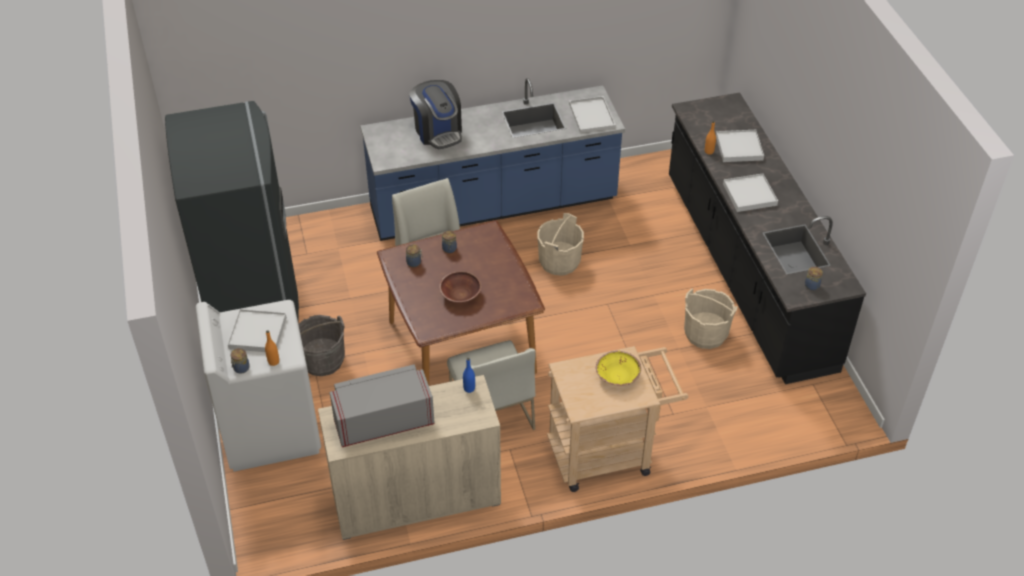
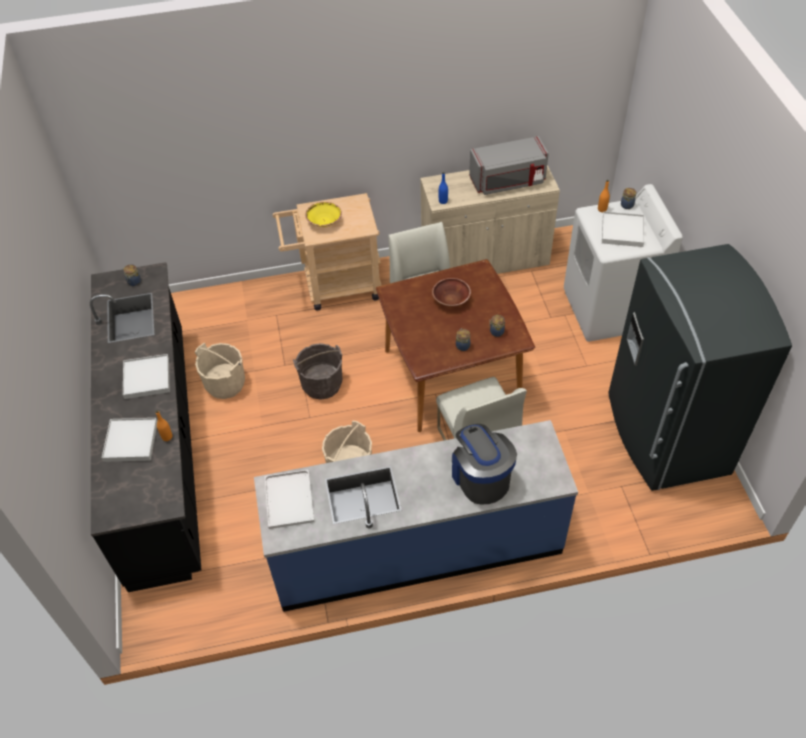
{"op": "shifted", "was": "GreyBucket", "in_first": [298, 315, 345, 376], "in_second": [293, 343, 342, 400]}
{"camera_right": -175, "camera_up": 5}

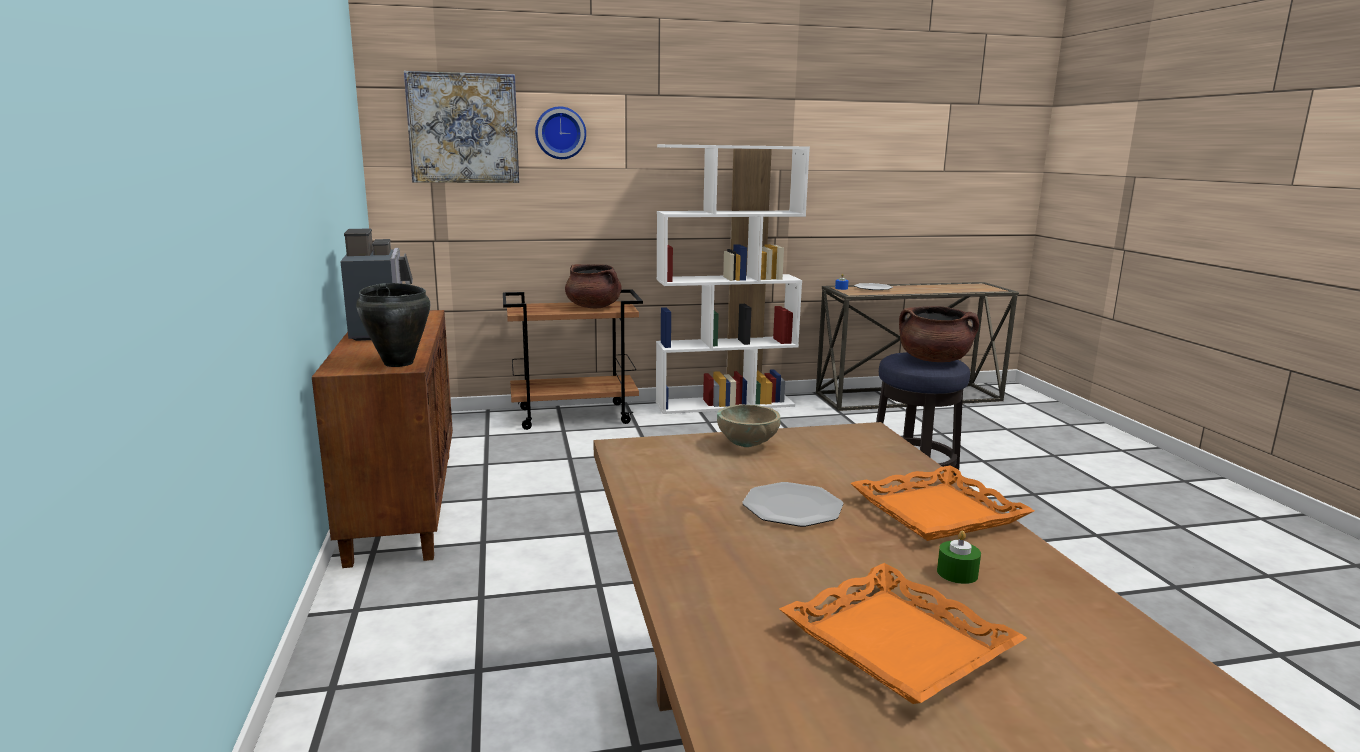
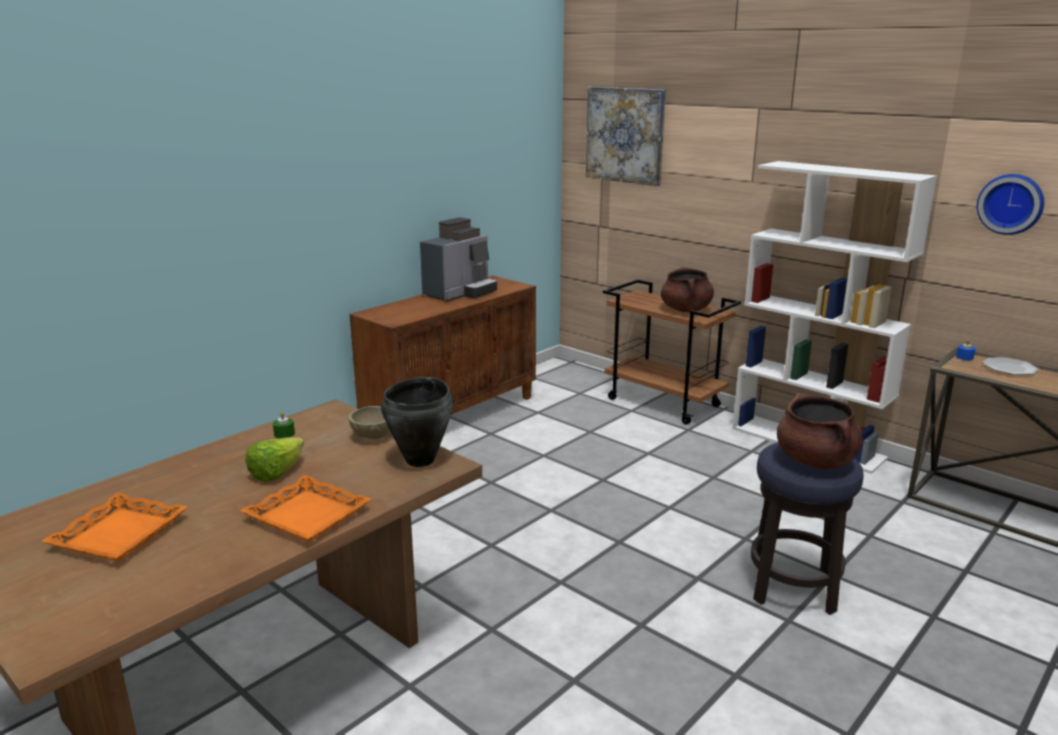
{"op": "shifted", "was": "BlackCookingPot", "in_first": [356, 283, 430, 367], "in_second": [381, 377, 453, 467]}
{"op": "shifted", "was": "WallClock", "in_first": [535, 106, 586, 159], "in_second": [977, 174, 1044, 235]}
{"op": "swapped", "was": "Plate", "now": "Lettuce", "in_first": [742, 482, 843, 527], "in_second": [245, 437, 304, 482]}
{"op": "shifted", "was": "GreenCandle", "in_first": [937, 531, 981, 584], "in_second": [273, 412, 295, 439]}
{"camera_right": 55, "camera_up": 5}

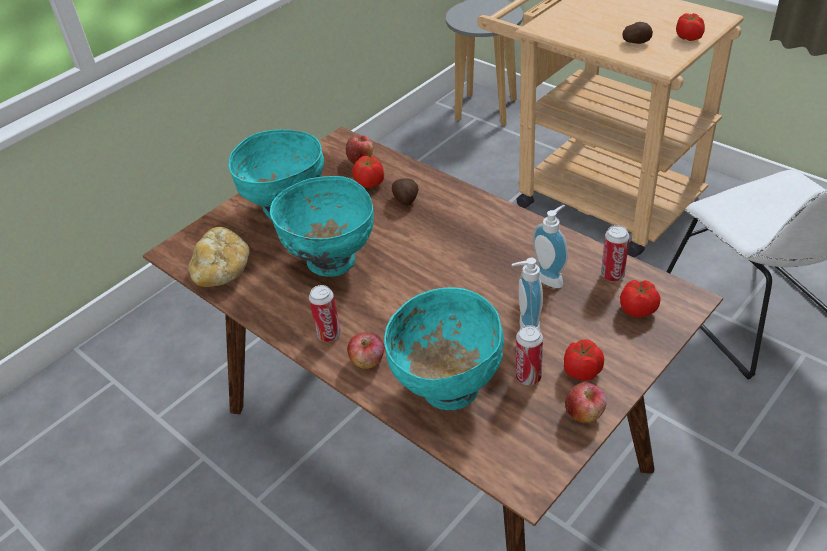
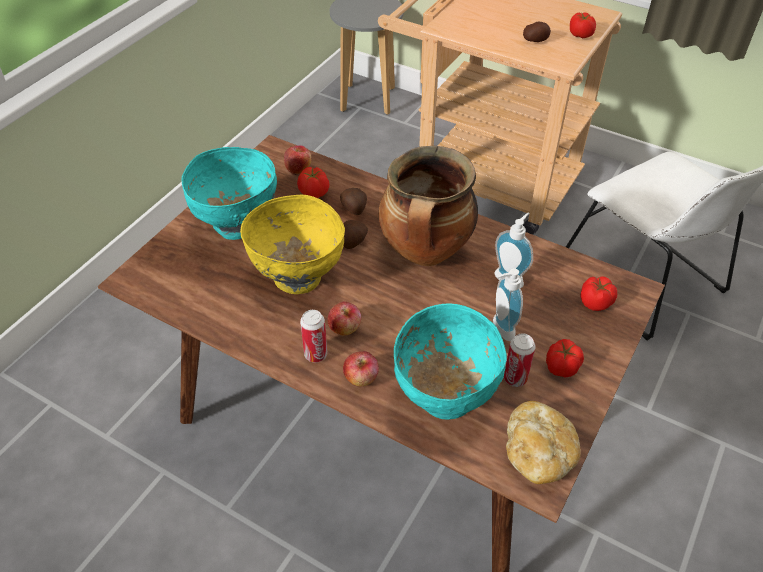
{"op": "shifted", "was": "Bread", "in_first": [188, 227, 250, 287], "in_second": [506, 401, 581, 484]}
{"op": "repainted", "was": "TurquoiseBowl", "now": "YellowBowl", "in_first": [270, 176, 374, 277], "in_second": [240, 195, 345, 294]}
{"op": "shifted", "was": "Apple", "in_first": [565, 382, 607, 423], "in_second": [327, 302, 361, 336]}
{"op": "gone", "was": "Can", "in_first": [601, 225, 630, 282]}
{"op": "new", "now": "Potato", "in_second": [343, 220, 368, 249]}
{"op": "new", "now": "CookingPot", "in_second": [379, 146, 478, 266]}
{"camera_right": -15, "camera_up": 5}

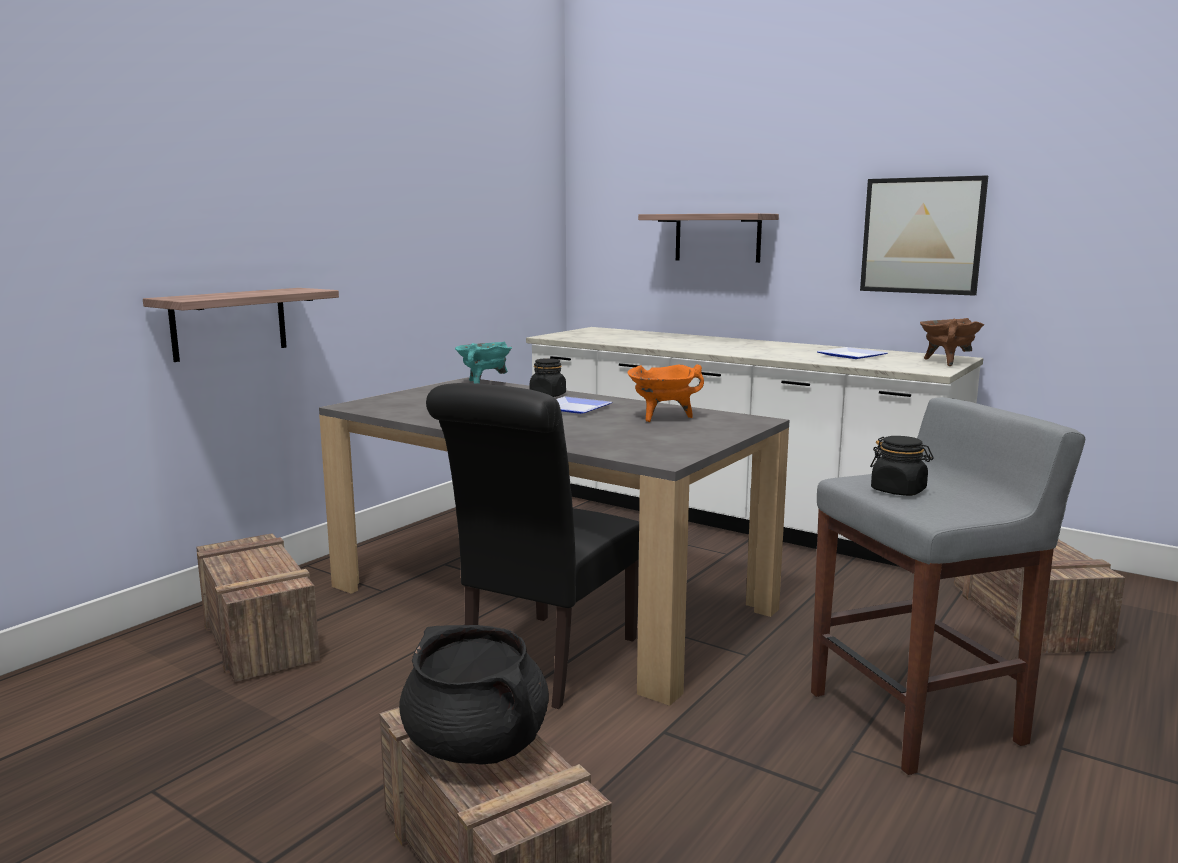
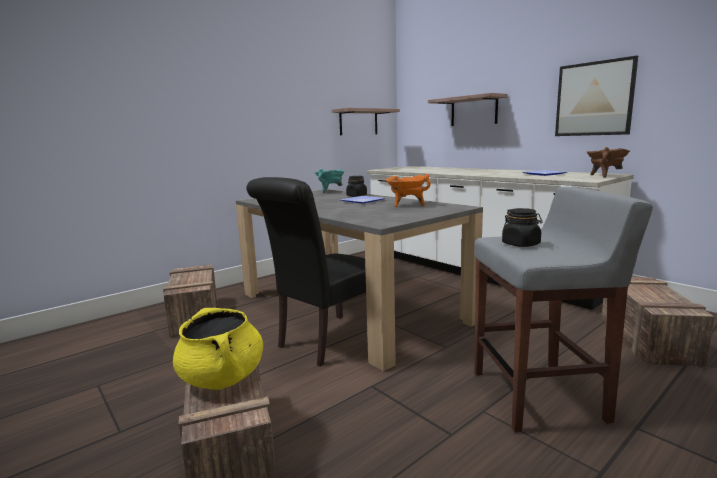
{"op": "shifted", "was": "Shelf", "in_first": [143, 288, 339, 362], "in_second": [332, 108, 400, 135]}
{"op": "repainted", "was": "BlackCookingPot", "now": "YellowCookingPot", "in_first": [399, 625, 549, 765], "in_second": [173, 308, 263, 390]}
{"camera_right": 15, "camera_up": 0}

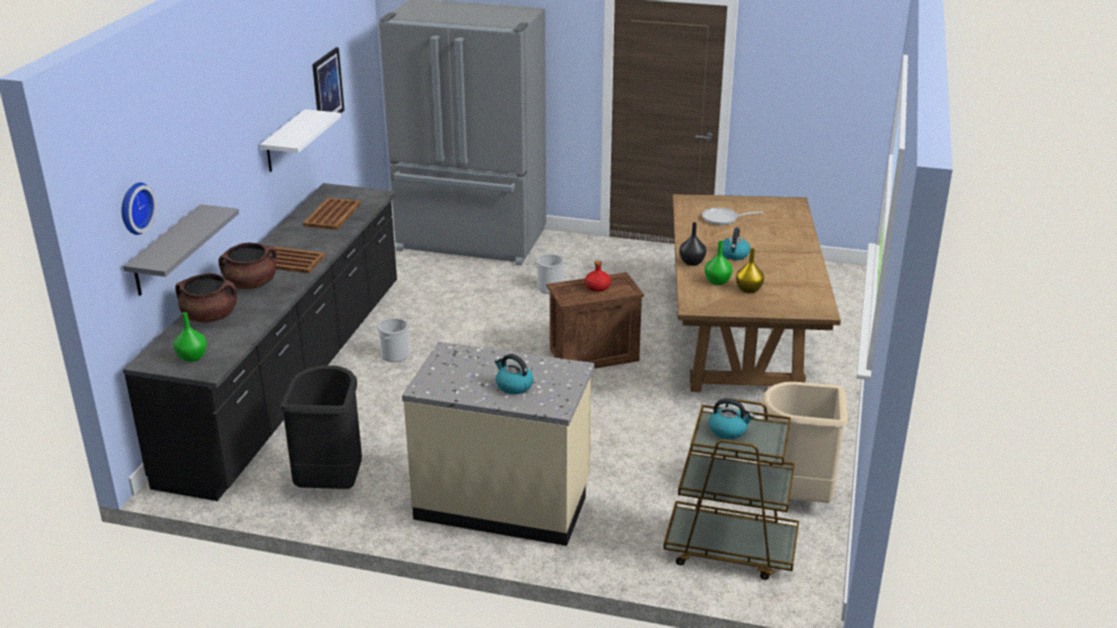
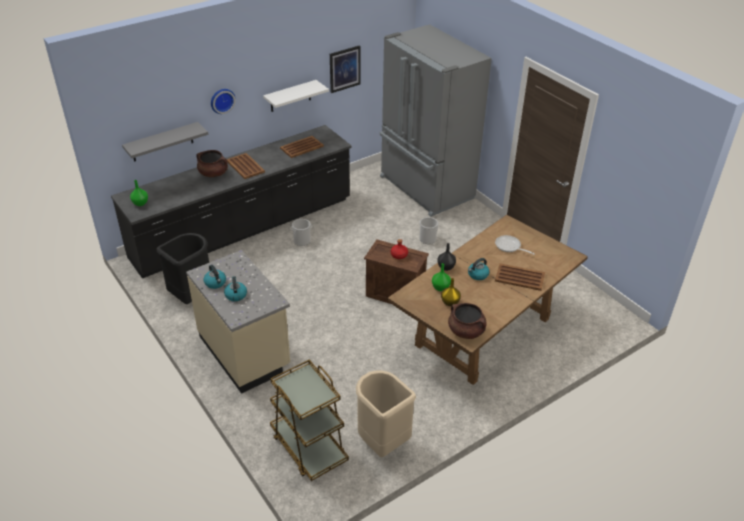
{"op": "shifted", "was": "WallClock", "in_first": [122, 182, 156, 235], "in_second": [211, 89, 236, 114]}
{"op": "shifted", "was": "BrownCookingPot", "in_first": [175, 273, 237, 323], "in_second": [448, 303, 487, 339]}
{"op": "shifted", "was": "Kettle", "in_first": [709, 398, 755, 439], "in_second": [204, 265, 226, 289]}
{"op": "new", "now": "BrownTray", "in_second": [495, 263, 545, 291]}
{"camera_right": 40, "camera_up": 10}

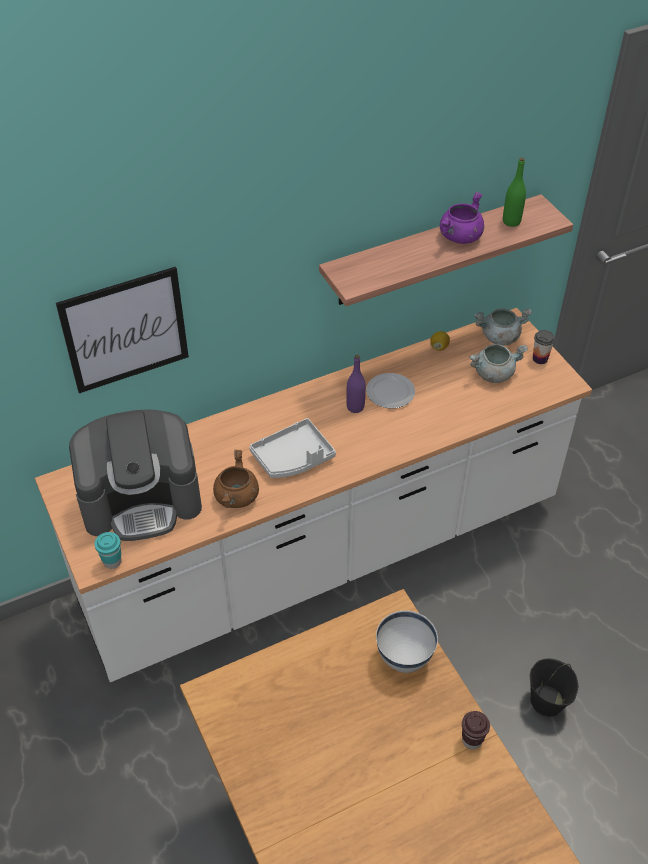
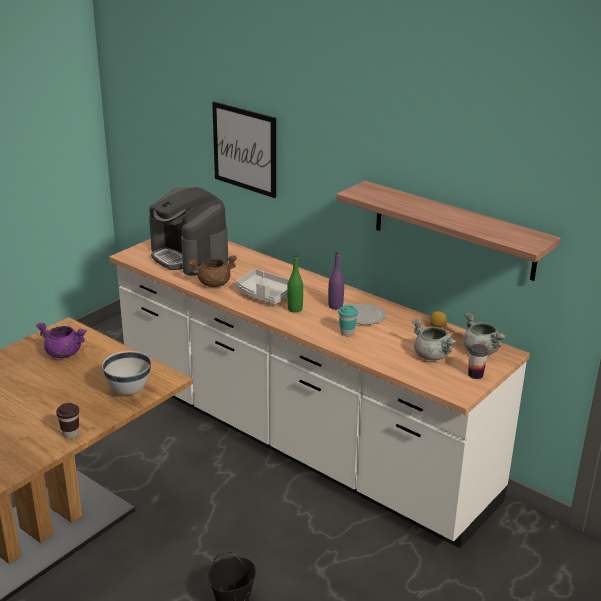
{"op": "shifted", "was": "TurquoiseCup", "in_first": [94, 532, 122, 569], "in_second": [338, 305, 358, 336]}
{"op": "shifted", "was": "PurpleCookingPot", "in_first": [440, 192, 484, 244], "in_second": [36, 323, 86, 358]}
{"op": "shifted", "was": "GreenBottle", "in_first": [503, 157, 526, 227], "in_second": [287, 255, 303, 313]}
{"camera_right": 65, "camera_up": -20}

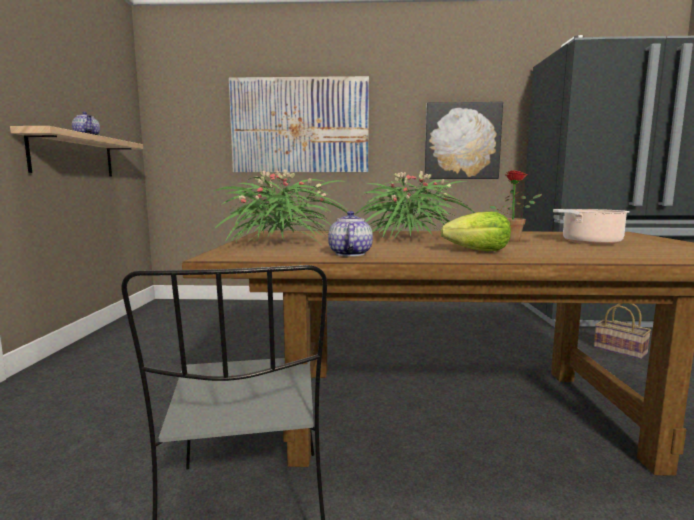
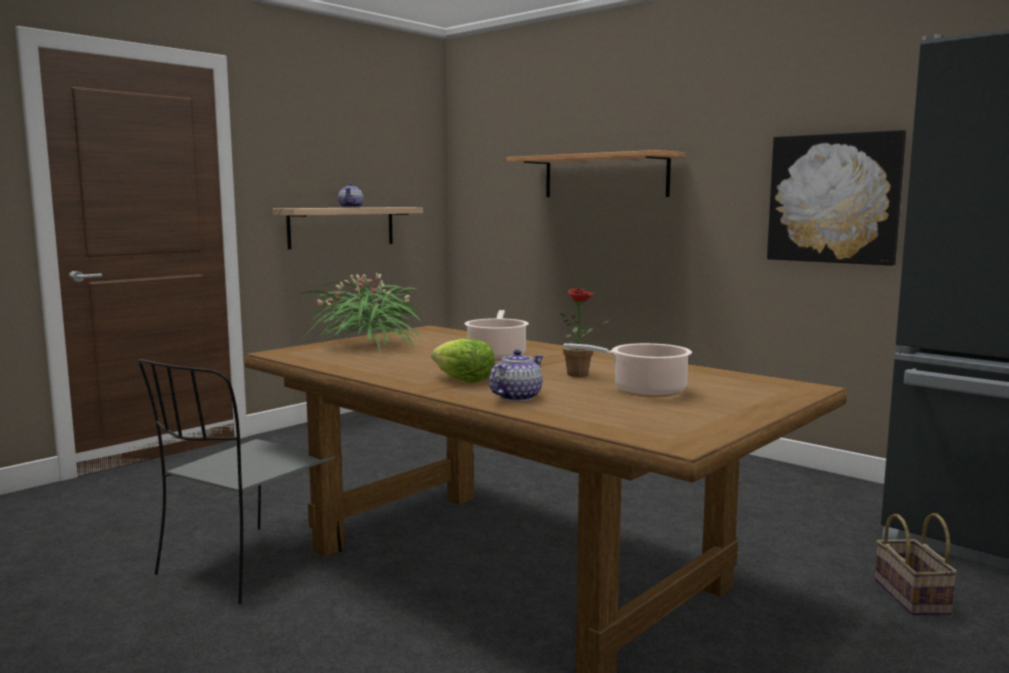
{"op": "swapped", "was": "Picture", "now": "Shelf", "in_first": [229, 76, 369, 172], "in_second": [507, 150, 685, 197]}
{"op": "shifted", "was": "Teapot", "in_first": [328, 211, 373, 256], "in_second": [489, 349, 543, 402]}
{"op": "swapped", "was": "PottedPlant", "now": "CookingPot", "in_first": [355, 171, 475, 239], "in_second": [465, 310, 529, 361]}
{"camera_right": 40, "camera_up": 0}

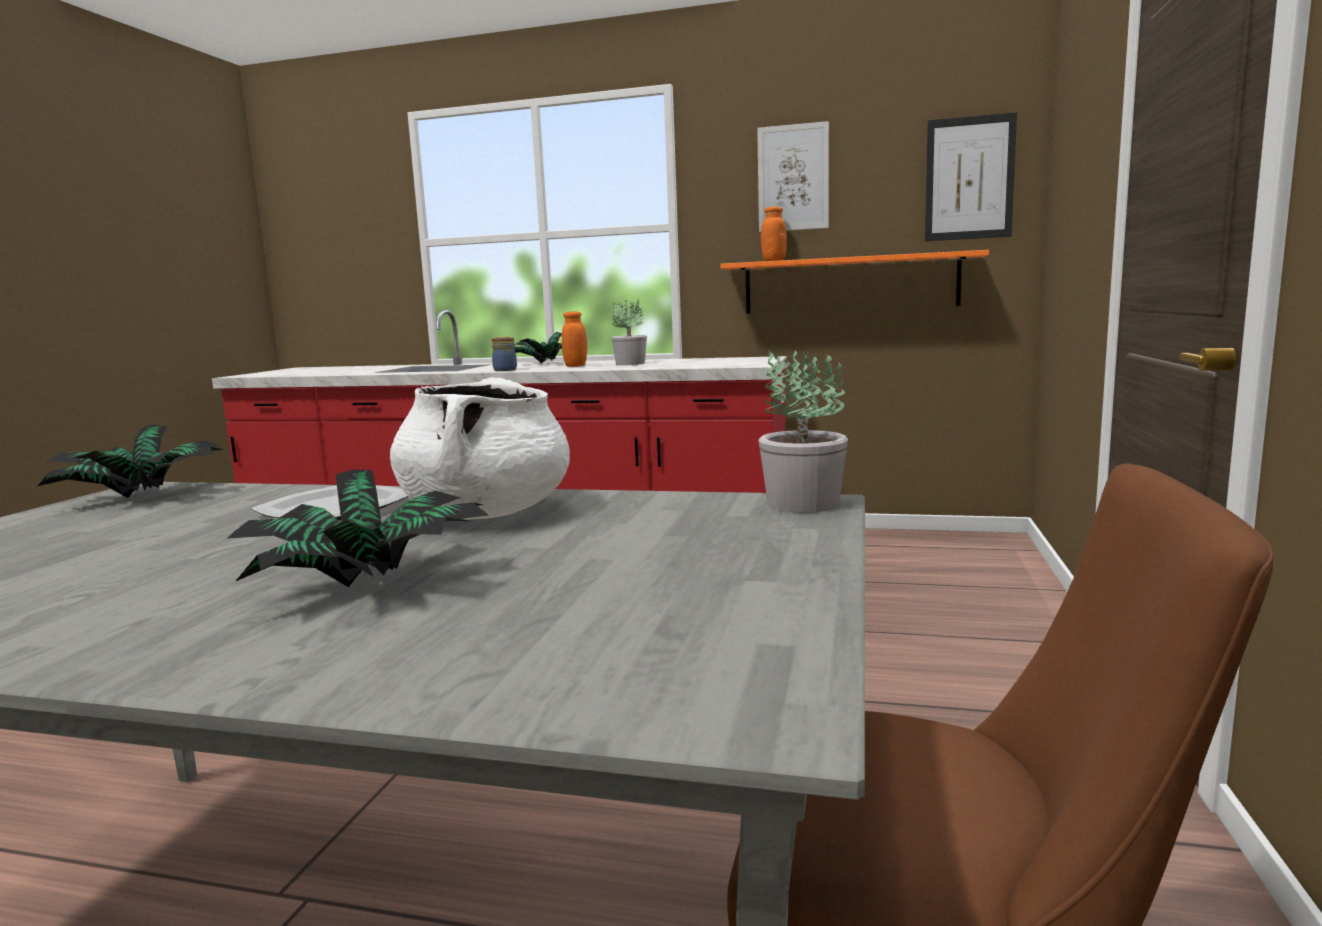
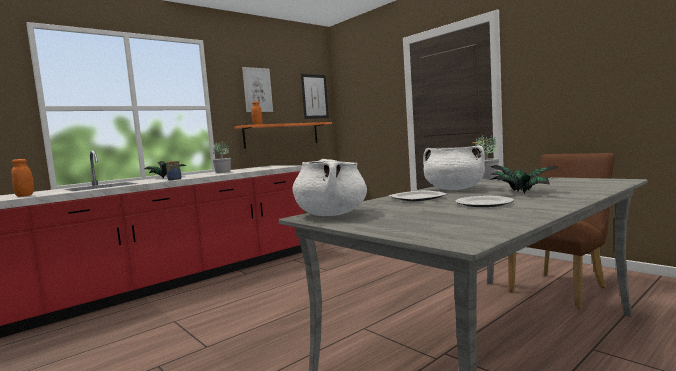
{"op": "swapped", "was": "PottedPlant", "now": "WhiteCookingPot", "in_first": [38, 425, 224, 498], "in_second": [292, 159, 367, 216]}
{"op": "shifted", "was": "OrangeJar", "in_first": [562, 311, 587, 367], "in_second": [11, 159, 34, 197]}
{"op": "new", "now": "Plate", "in_second": [456, 196, 514, 207]}
{"camera_right": -55, "camera_up": -5}

